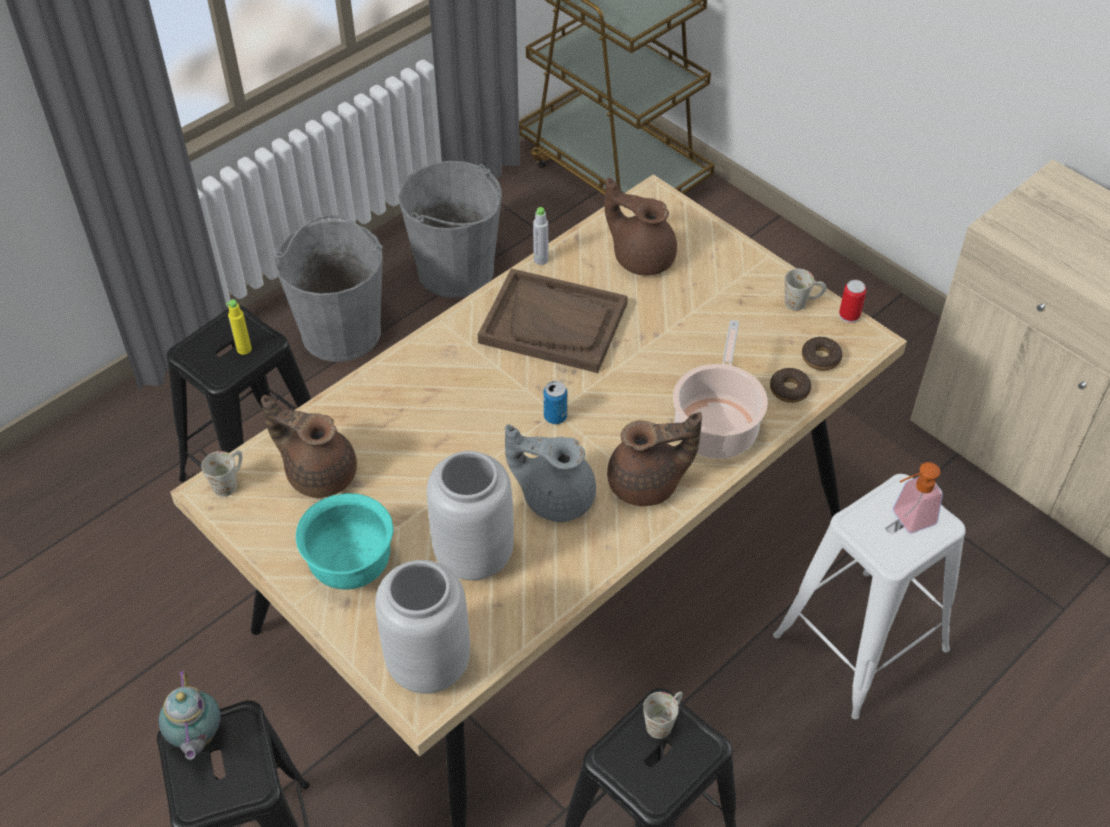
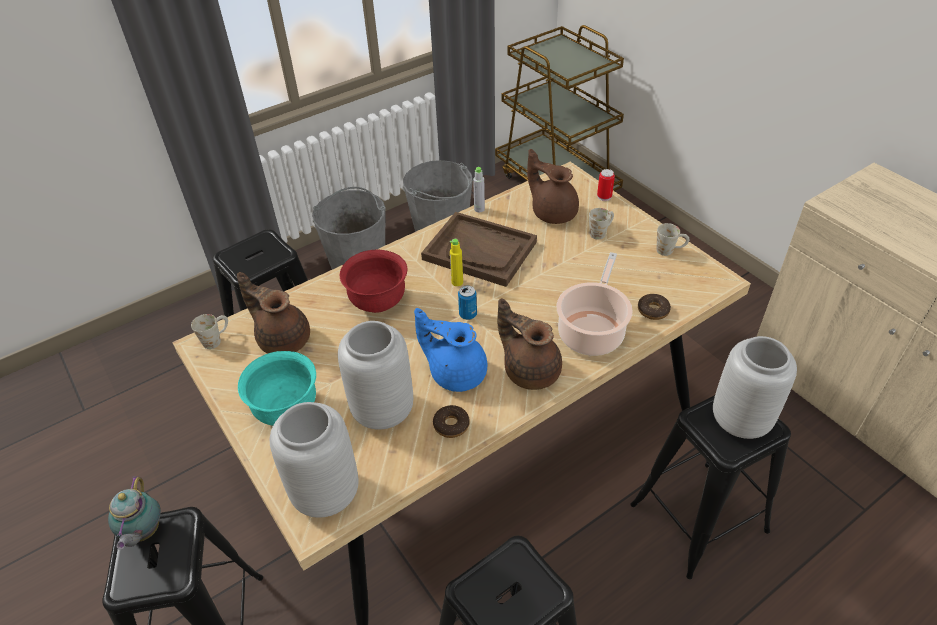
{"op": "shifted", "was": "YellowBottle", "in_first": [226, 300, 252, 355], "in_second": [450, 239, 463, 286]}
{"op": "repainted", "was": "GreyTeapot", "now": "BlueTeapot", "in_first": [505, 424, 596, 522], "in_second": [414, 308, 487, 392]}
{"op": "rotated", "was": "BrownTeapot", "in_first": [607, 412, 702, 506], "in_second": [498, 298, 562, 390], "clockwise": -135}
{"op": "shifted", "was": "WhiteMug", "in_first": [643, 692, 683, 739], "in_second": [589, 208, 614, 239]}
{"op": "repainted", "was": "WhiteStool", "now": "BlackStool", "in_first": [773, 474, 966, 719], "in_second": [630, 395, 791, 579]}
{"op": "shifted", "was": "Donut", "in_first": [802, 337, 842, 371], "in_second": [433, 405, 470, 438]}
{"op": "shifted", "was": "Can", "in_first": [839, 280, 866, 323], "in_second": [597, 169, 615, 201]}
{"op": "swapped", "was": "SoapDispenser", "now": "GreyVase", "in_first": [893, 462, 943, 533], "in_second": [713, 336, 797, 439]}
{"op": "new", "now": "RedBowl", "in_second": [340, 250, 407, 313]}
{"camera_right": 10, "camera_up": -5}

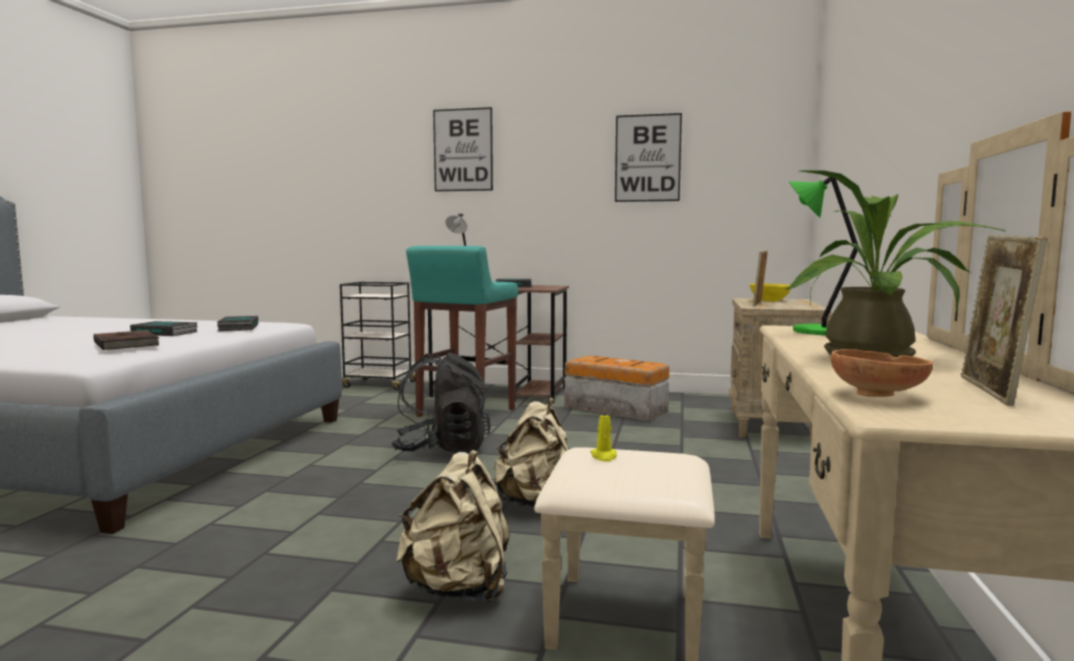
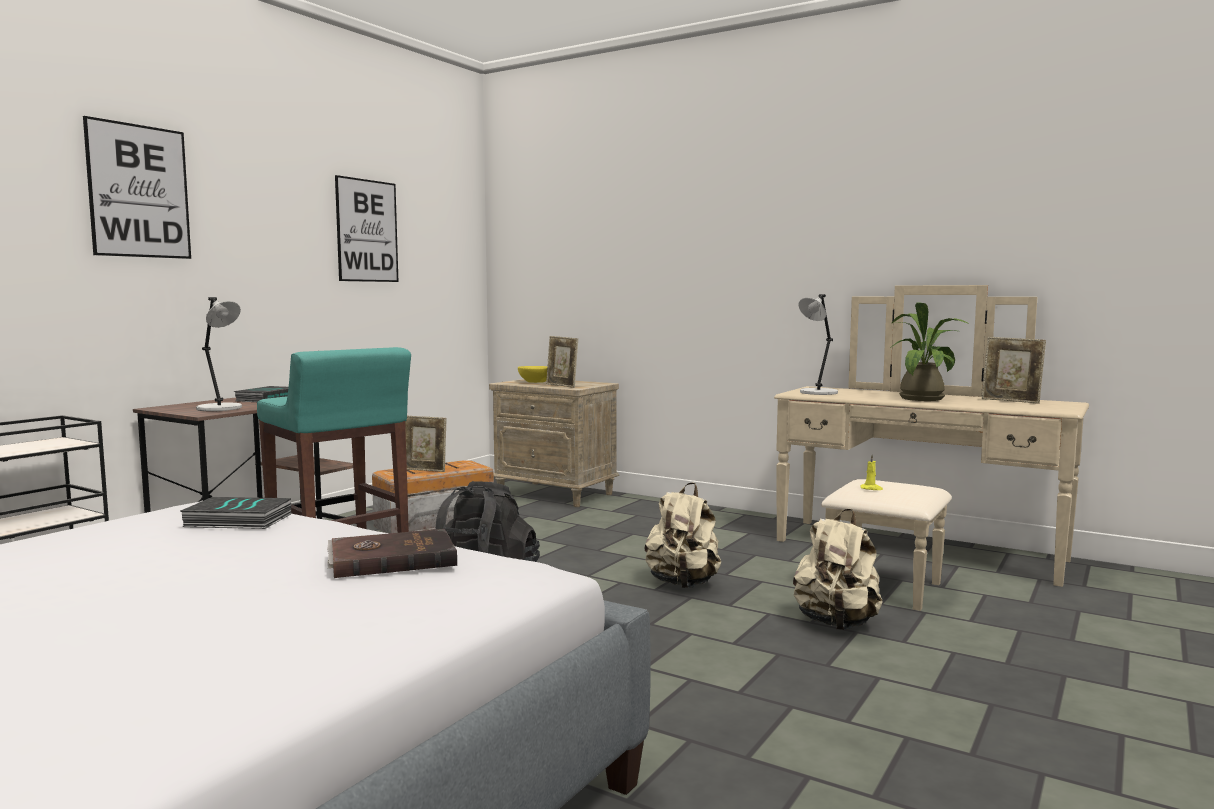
{"op": "gone", "was": "Book", "in_first": [130, 321, 198, 336]}
{"op": "repainted", "was": "GreenTableLamp", "now": "GreyTableLamp", "in_first": [789, 177, 859, 335], "in_second": [798, 294, 838, 395]}
{"op": "gone", "was": "BrownBowl", "in_first": [831, 349, 933, 397]}
{"op": "new", "now": "PictureFrame", "in_second": [405, 416, 446, 472]}
{"camera_right": -70, "camera_up": 0}

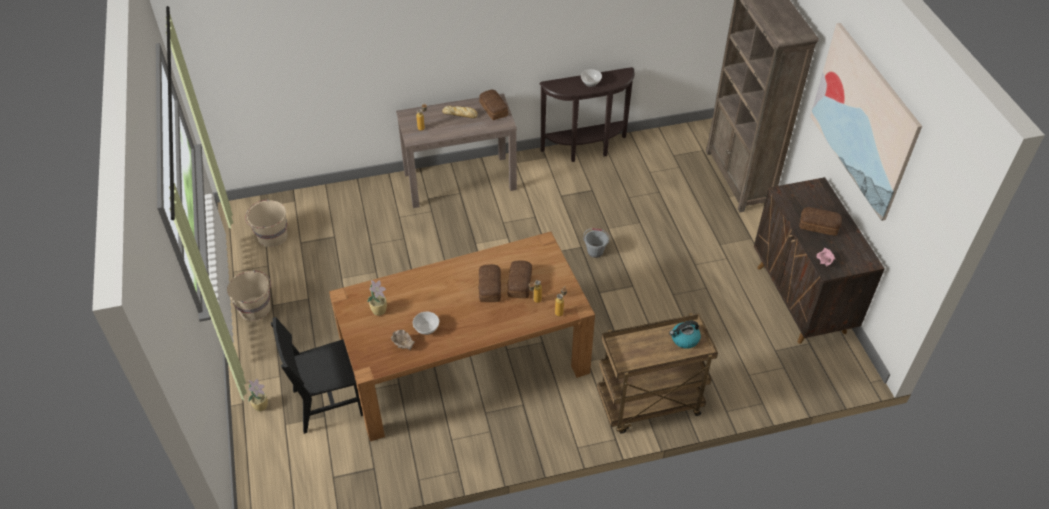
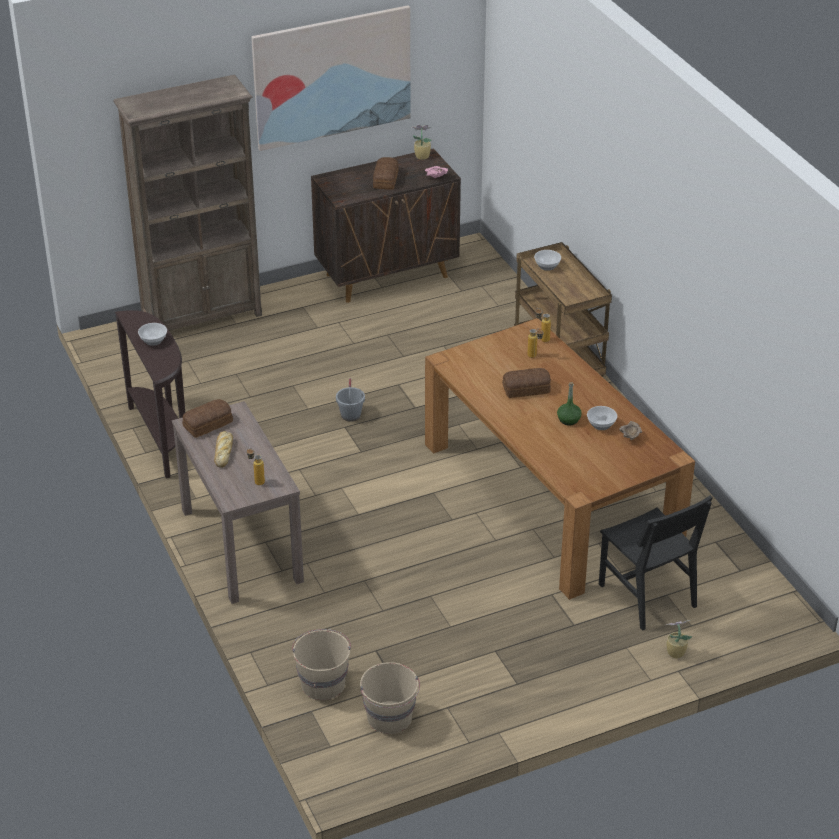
{"op": "shifted", "was": "BeigeBucket", "in_first": [227, 270, 271, 321], "in_second": [292, 629, 351, 700]}
{"op": "shifted", "was": "PottedPlant", "in_first": [367, 280, 387, 316], "in_second": [411, 125, 432, 160]}
{"op": "gone", "was": "Bread", "in_first": [508, 261, 532, 298]}
{"op": "swapped", "was": "Kettle", "now": "Bowl", "in_first": [669, 321, 701, 349], "in_second": [534, 250, 561, 271]}
{"op": "new", "now": "GreenBottle", "in_second": [557, 382, 582, 425]}
{"camera_right": -100, "camera_up": -10}

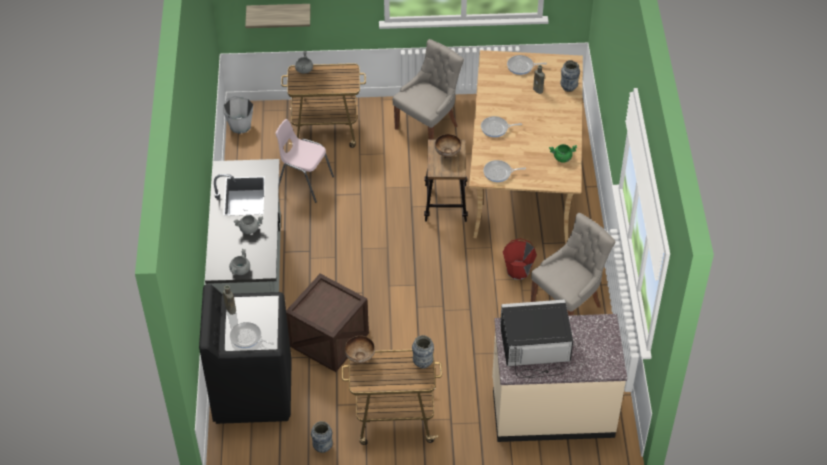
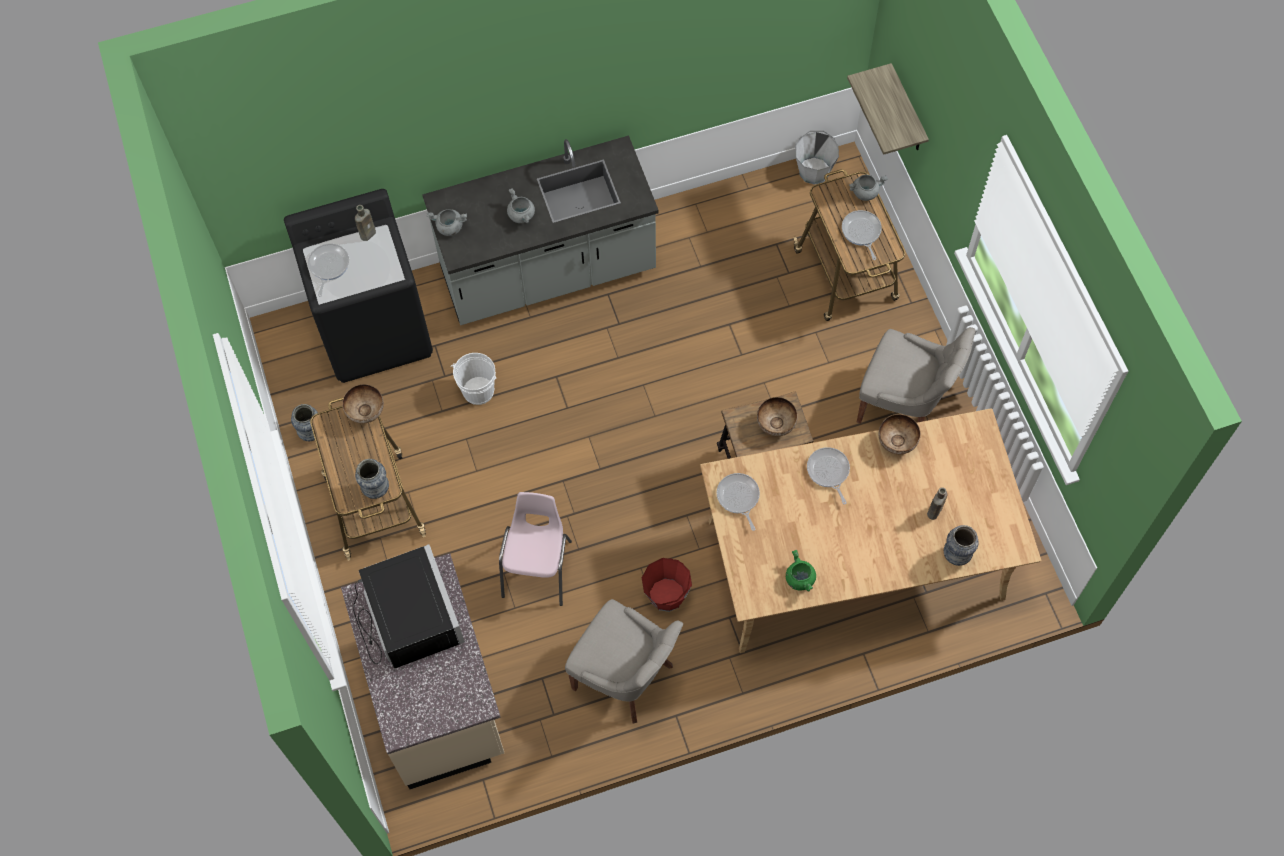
{"op": "shifted", "was": "PinkChair", "in_first": [275, 119, 334, 203], "in_second": [499, 492, 572, 606]}
{"op": "swapped", "was": "Crate", "now": "WhiteBucket", "in_first": [286, 274, 369, 372], "in_second": [451, 353, 496, 405]}
{"op": "shifted", "was": "FryingPan", "in_first": [507, 55, 547, 75], "in_second": [842, 210, 882, 260]}
{"op": "new", "now": "Bowl", "in_second": [878, 414, 920, 454]}
{"camera_right": 75, "camera_up": 15}

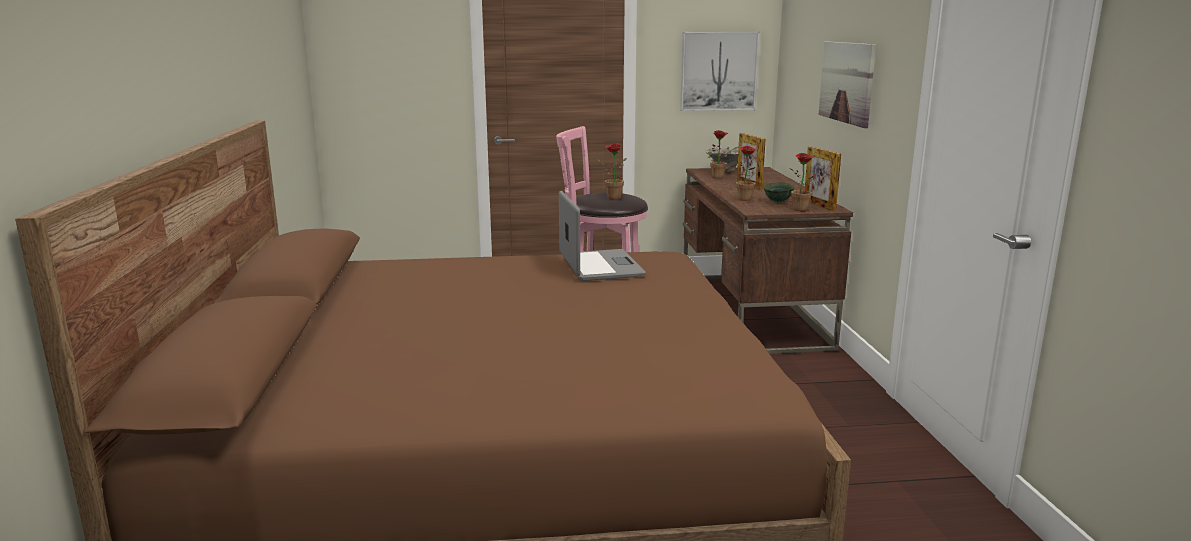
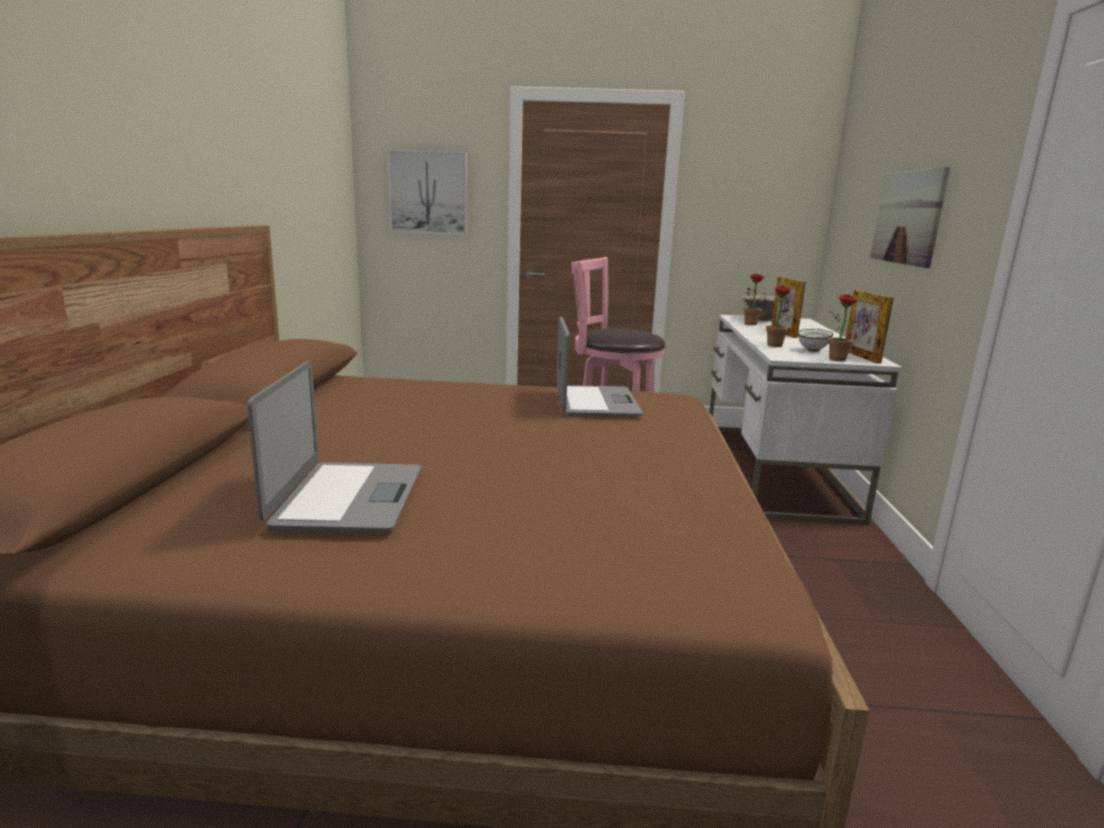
{"op": "gone", "was": "PottedPlant", "in_first": [598, 144, 627, 200]}
{"op": "shifted", "was": "Picture", "in_first": [680, 32, 760, 111], "in_second": [387, 149, 467, 235]}
{"op": "repainted", "was": "BrownDesk", "now": "WhiteDesk", "in_first": [683, 167, 853, 354], "in_second": [709, 315, 902, 524]}
{"op": "repainted", "was": "GreenBowl", "now": "WhiteBowl", "in_first": [763, 182, 794, 203], "in_second": [797, 329, 834, 352]}
{"op": "new", "now": "Laptop", "in_second": [247, 361, 421, 533]}
{"camera_right": 10, "camera_up": 0}

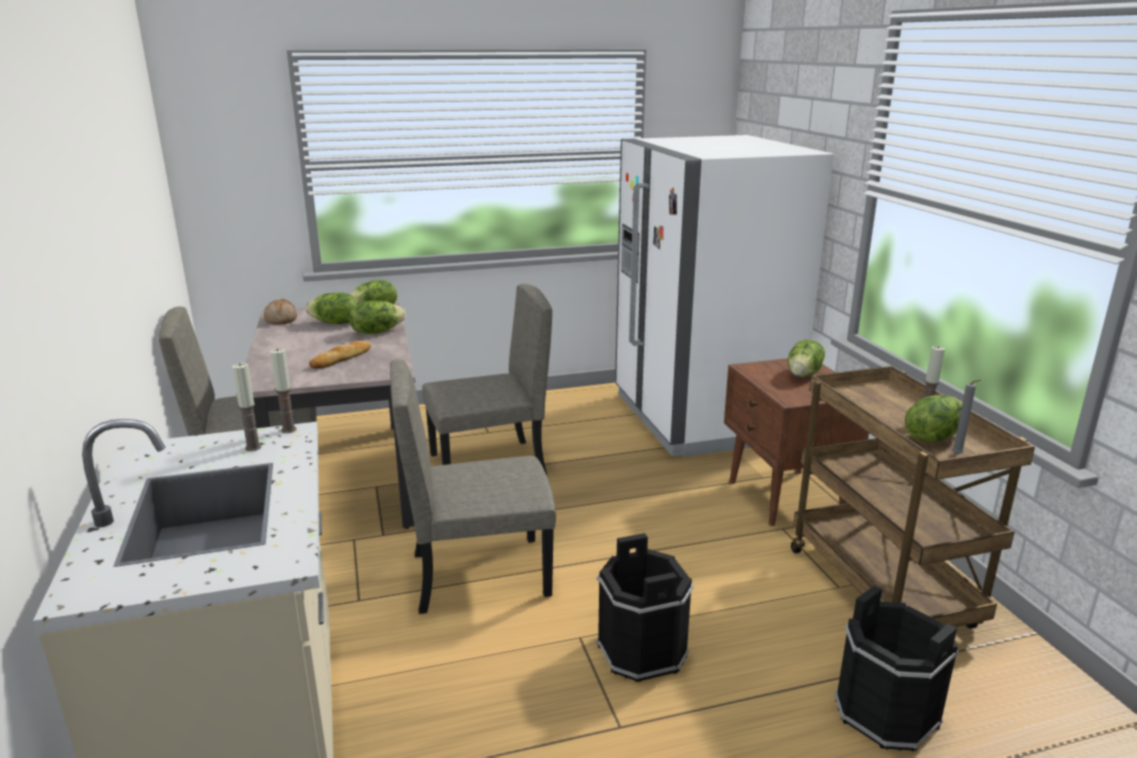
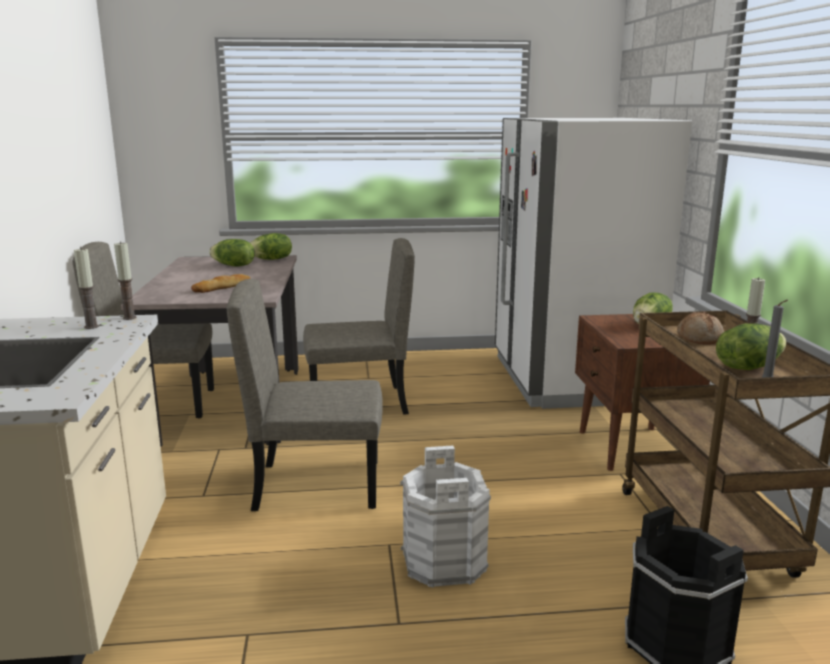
{"op": "shifted", "was": "Bread", "in_first": [264, 299, 297, 325], "in_second": [677, 312, 724, 345]}
{"op": "gone", "was": "Lettuce", "in_first": [349, 301, 406, 334]}
{"op": "repainted", "was": "BlackBucket", "now": "WhiteBucket", "in_first": [596, 533, 694, 682], "in_second": [400, 445, 491, 588]}
{"camera_right": 10, "camera_up": -5}

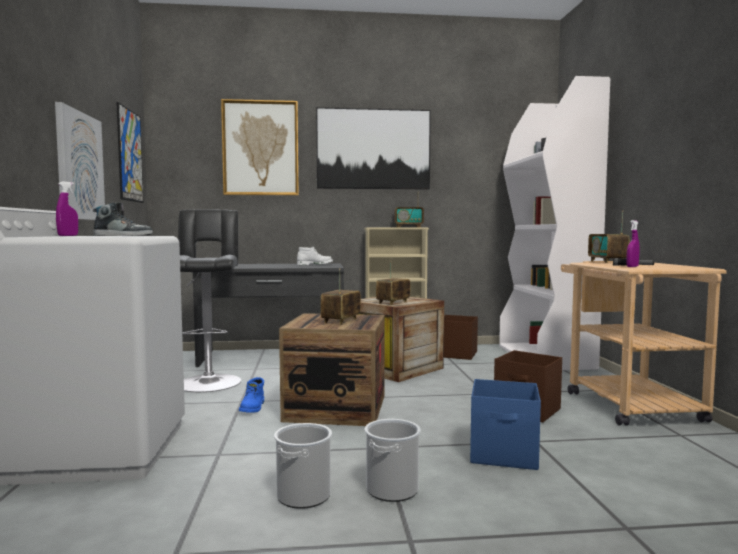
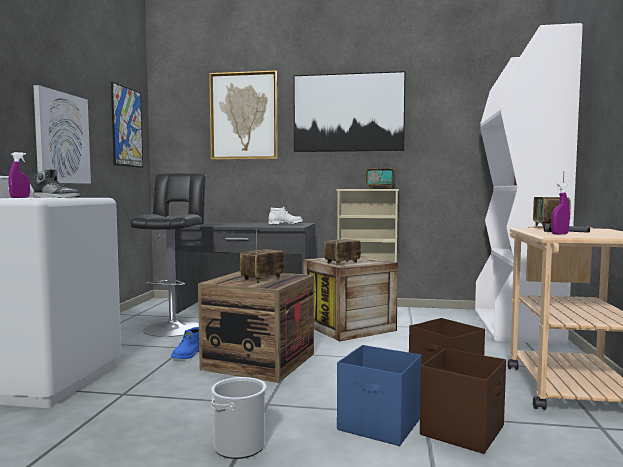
{"op": "gone", "was": "Bucket", "in_first": [274, 423, 332, 509]}
{"op": "shifted", "was": "BrownStorageBox", "in_first": [444, 315, 478, 360], "in_second": [420, 348, 506, 454]}
{"camera_right": 15, "camera_up": 0}

